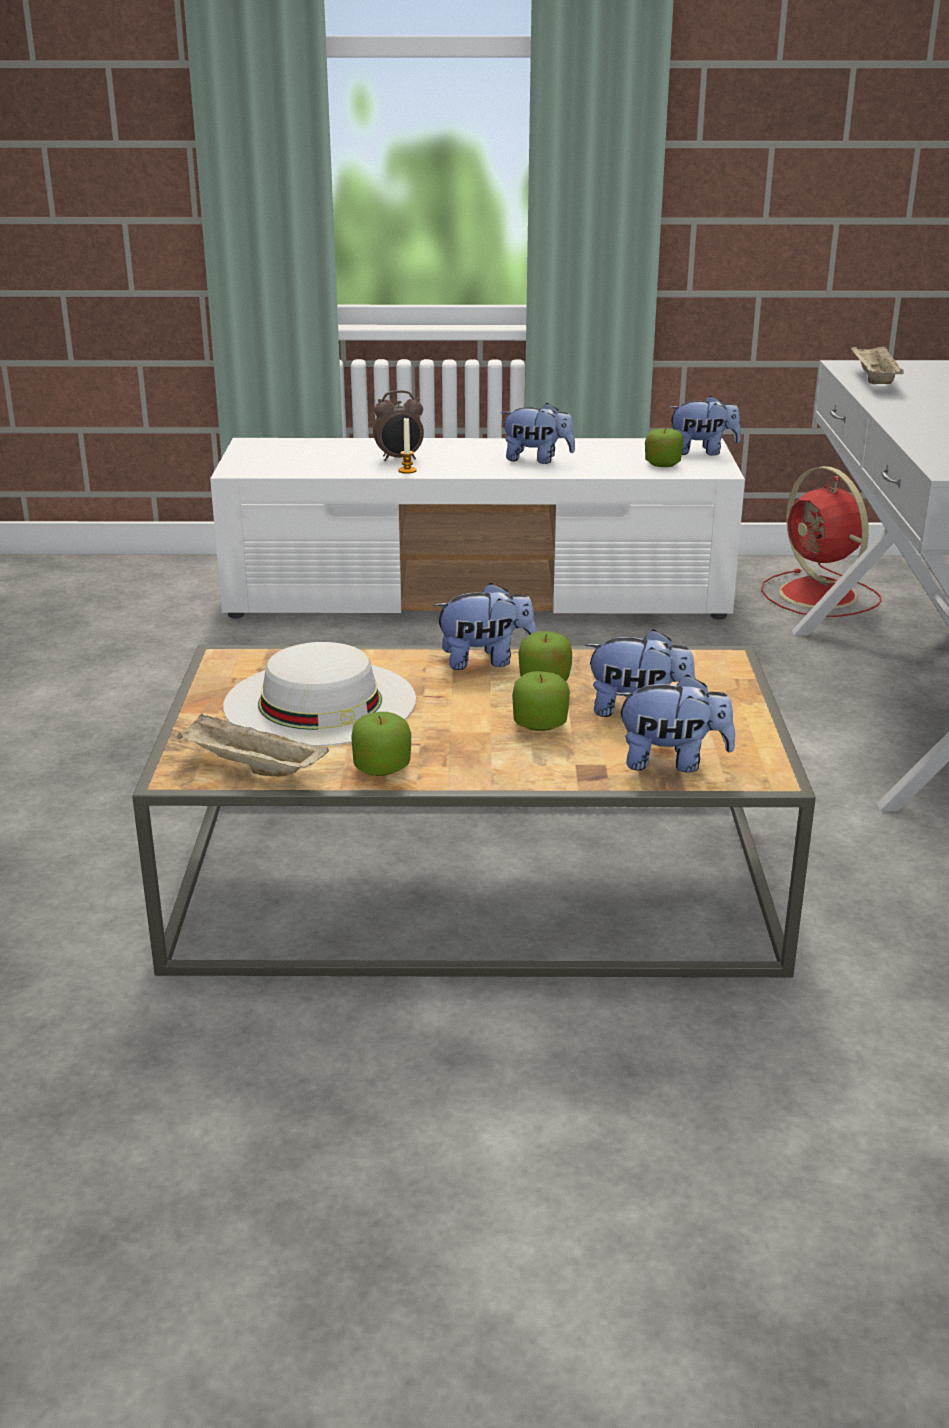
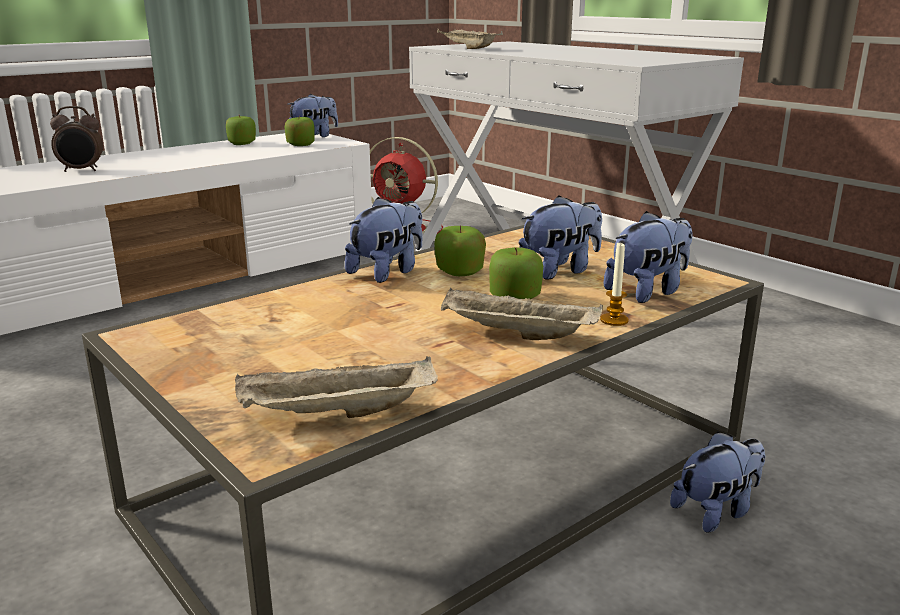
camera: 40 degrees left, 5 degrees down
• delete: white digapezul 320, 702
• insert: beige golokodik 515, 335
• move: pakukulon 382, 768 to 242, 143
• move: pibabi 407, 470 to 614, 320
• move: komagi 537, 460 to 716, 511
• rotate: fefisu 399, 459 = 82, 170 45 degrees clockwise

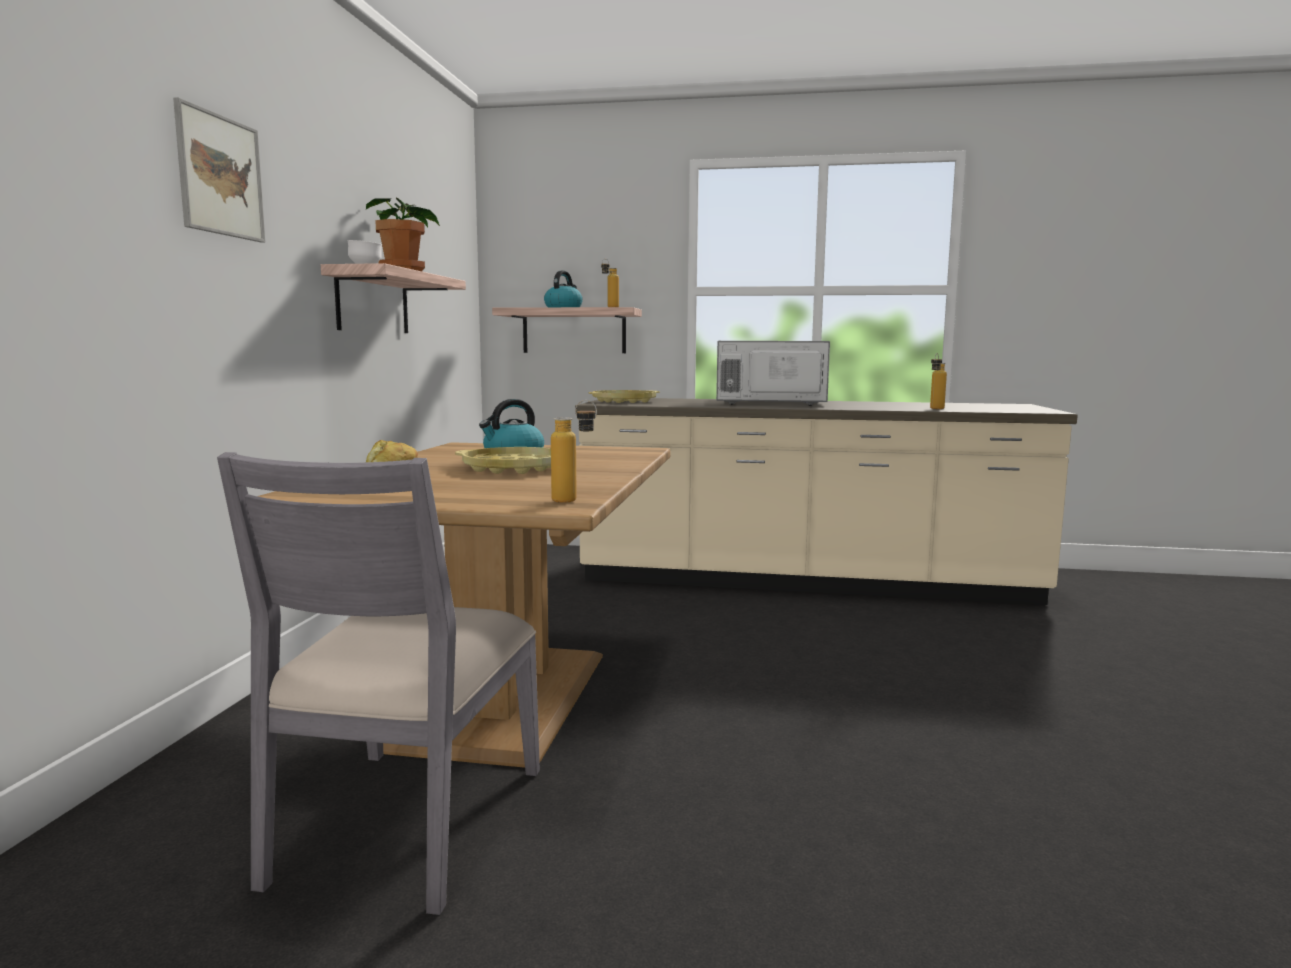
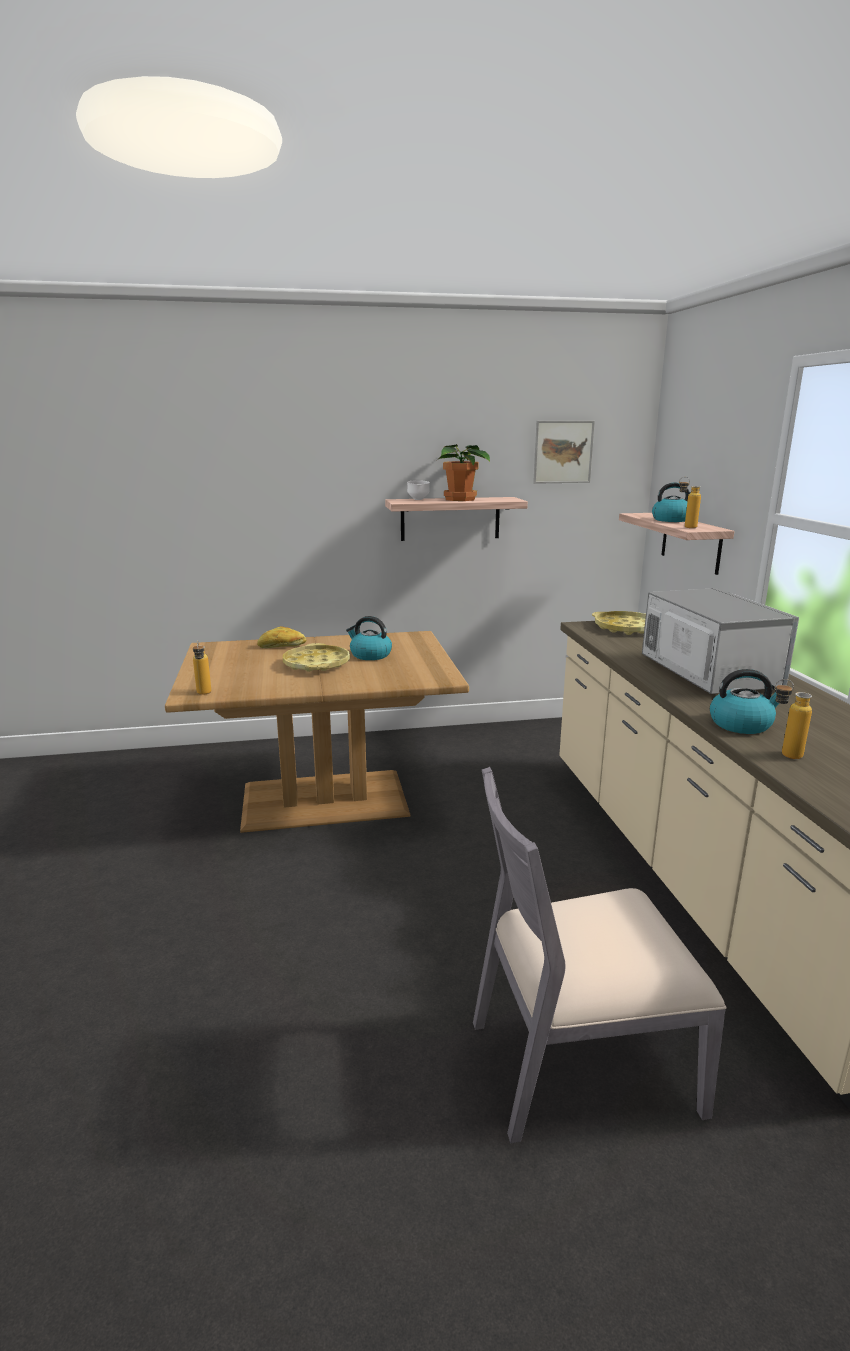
camera: 70 degrees right, 10 degrees up
• insert: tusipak 741, 724
• move: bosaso 220, 175 to 563, 452
• move: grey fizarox 406, 823 to 579, 1063

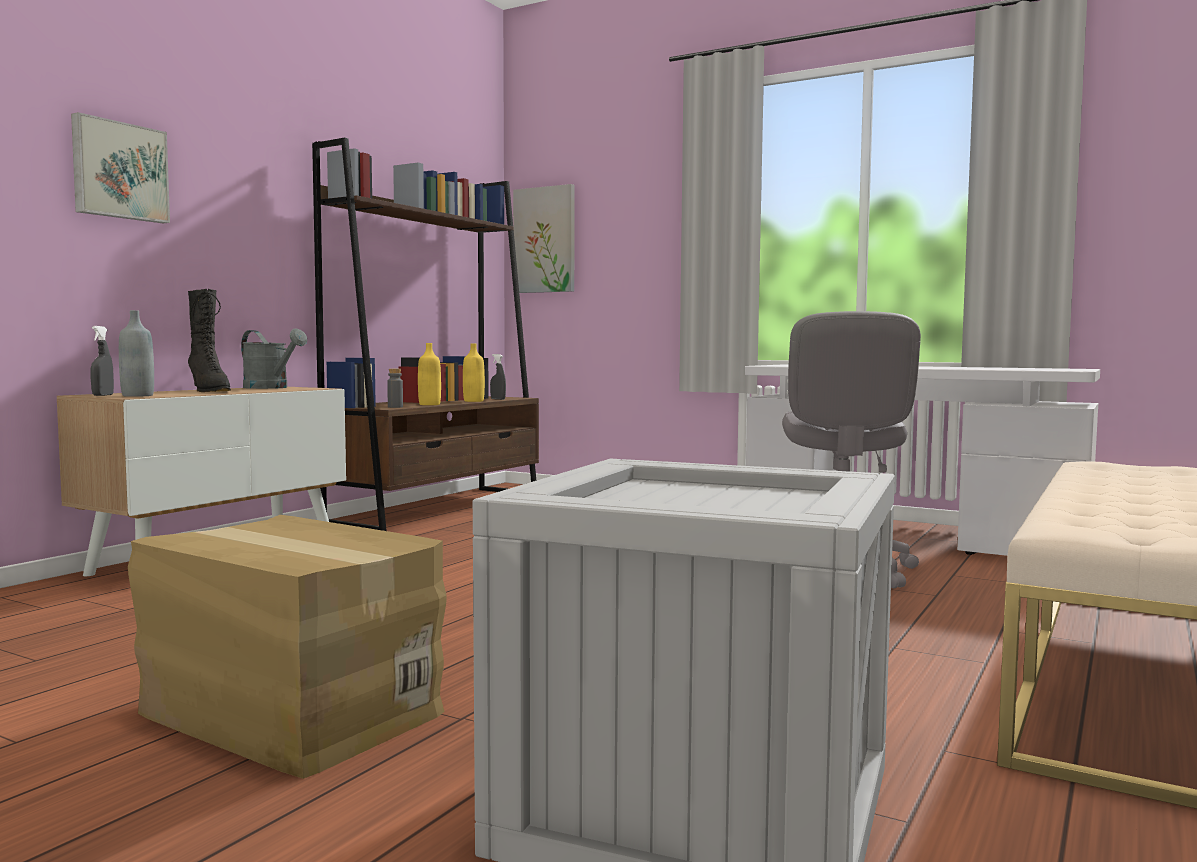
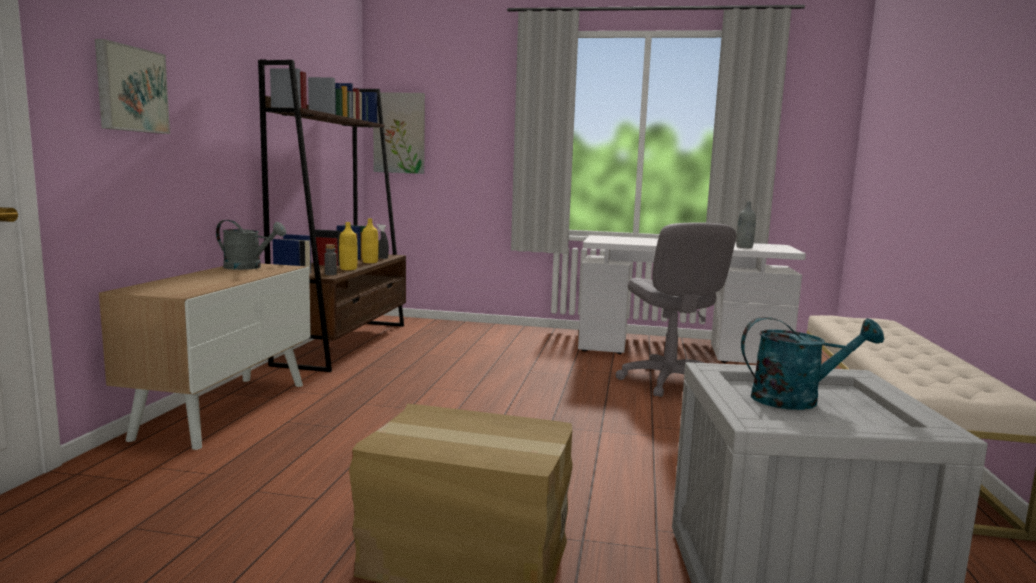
camera: 20 degrees left, 5 degrees up
• delete: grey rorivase 103, 395
• delete: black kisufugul 209, 391
• insert: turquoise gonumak 796, 399
• move: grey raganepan 137, 395 to 744, 247

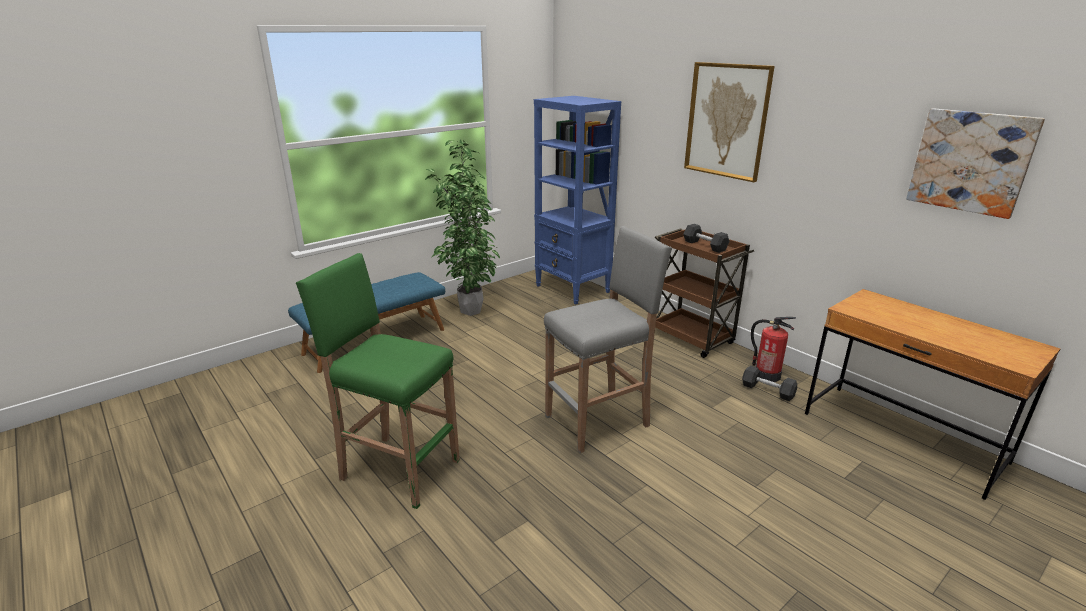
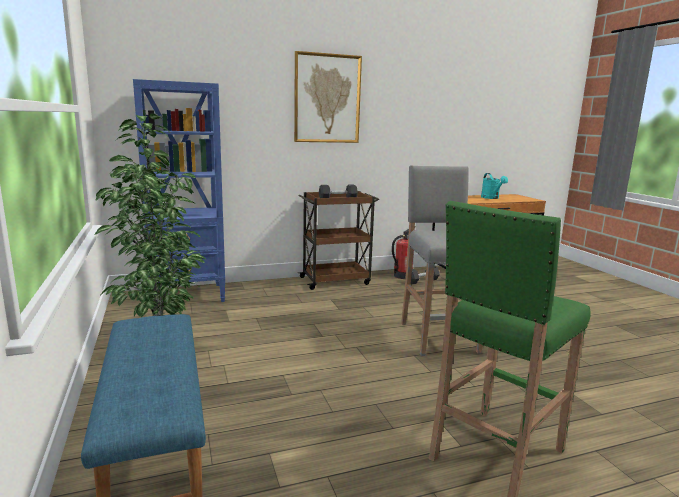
camera: 70 degrees left, 10 degrees down
• delete: bosaso 971, 161
• insert: turquoise gonumak 491, 198

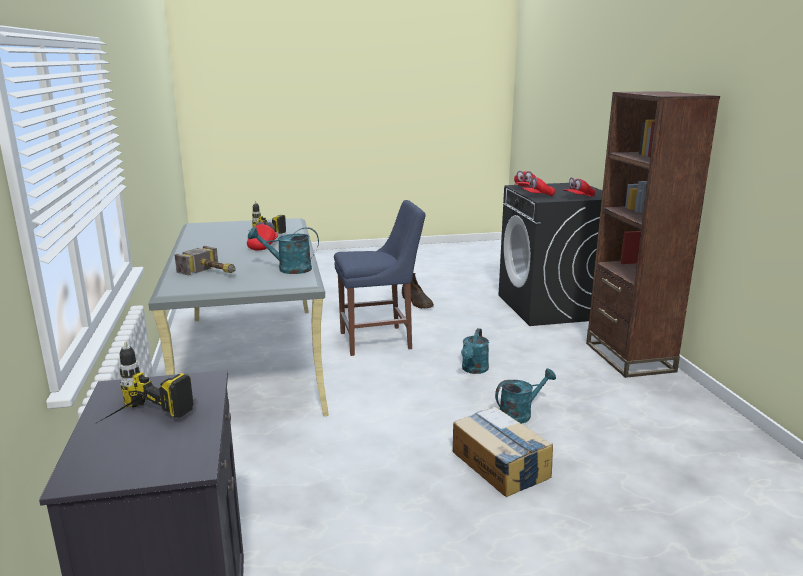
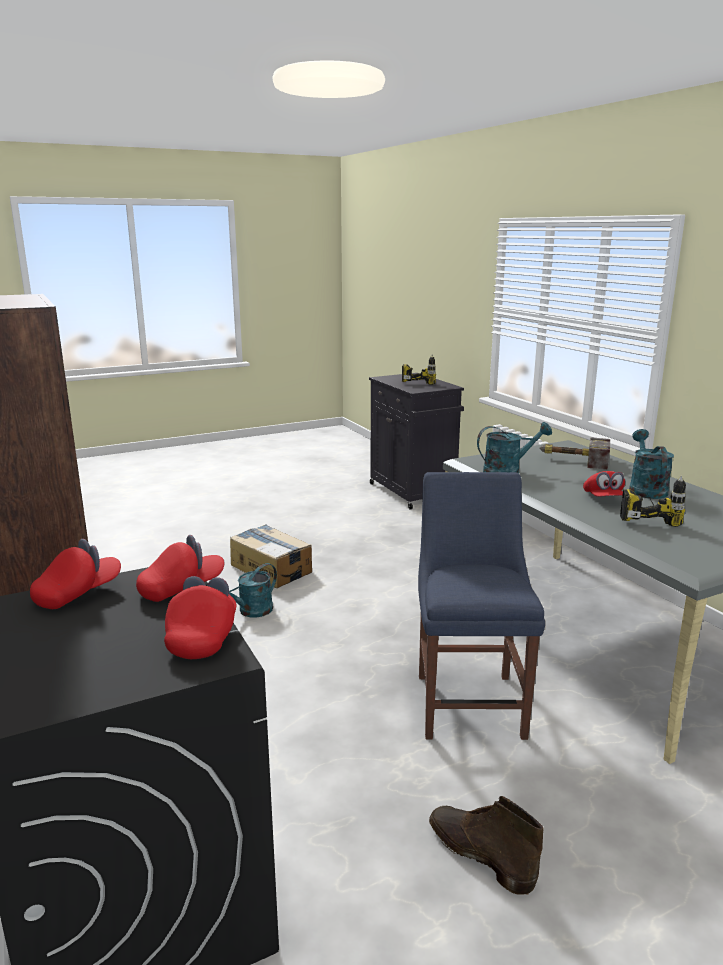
camera: 165 degrees right, 0 degrees up
• move: turquoise gonumak 474, 370 to 645, 489
• rotate: blue fizarox 379, 340 = 469, 701 120 degrees clockwise

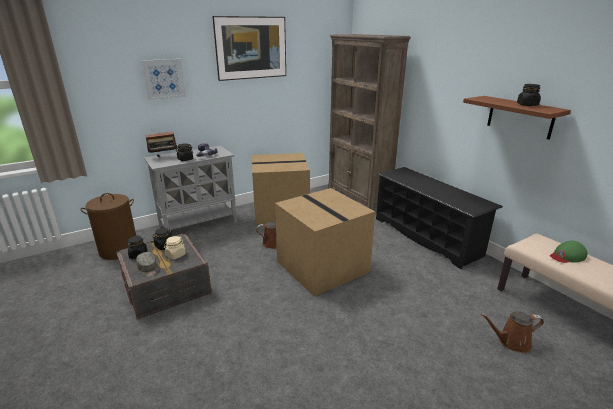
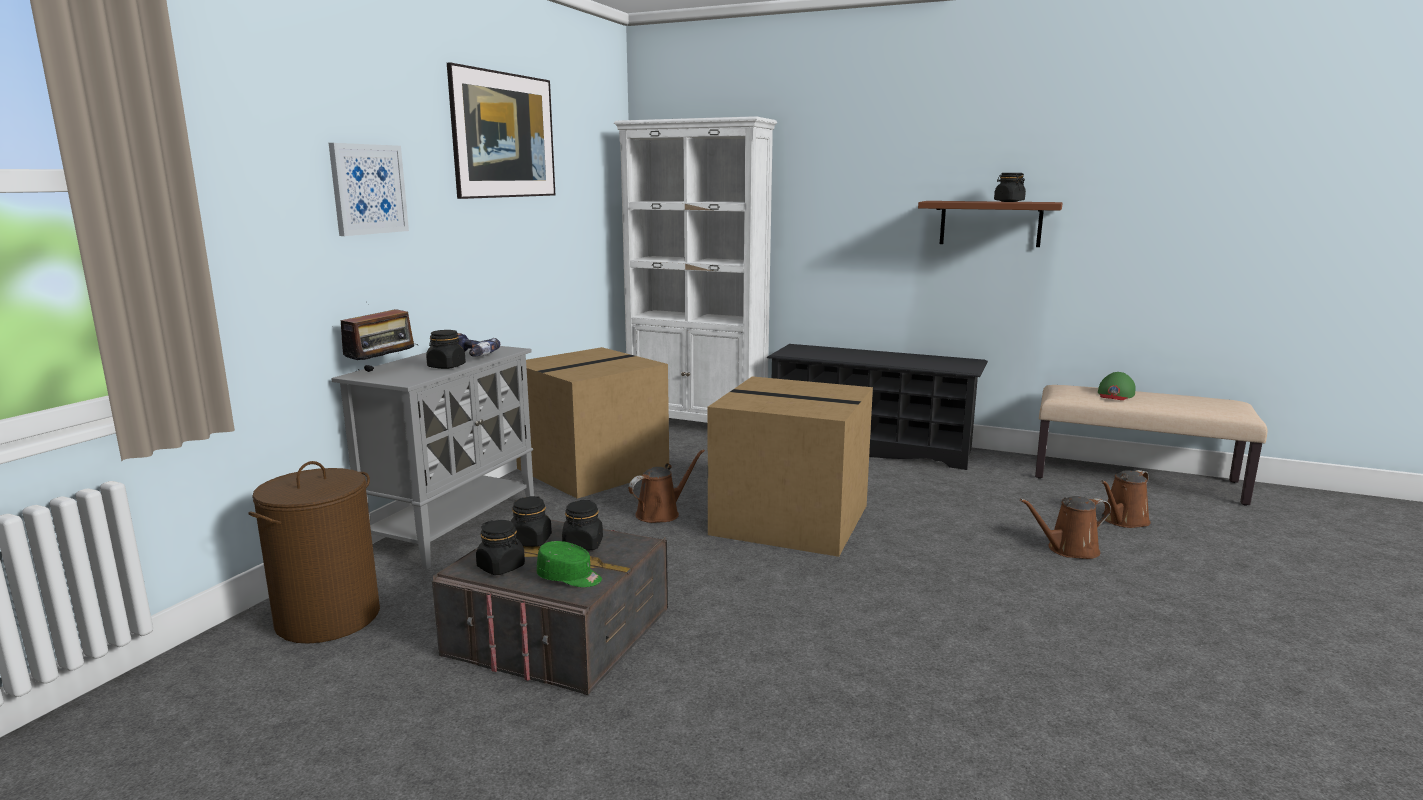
camera: 35 degrees left, 10 degrees down
• insert: brown gonumak 1068, 550
• recolor: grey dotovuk 148, 269 to green dotovuk 569, 577
• recolor: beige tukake 175, 255 to black tukake 583, 545
• recolor: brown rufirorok 358, 197 to white rufirorok 698, 424

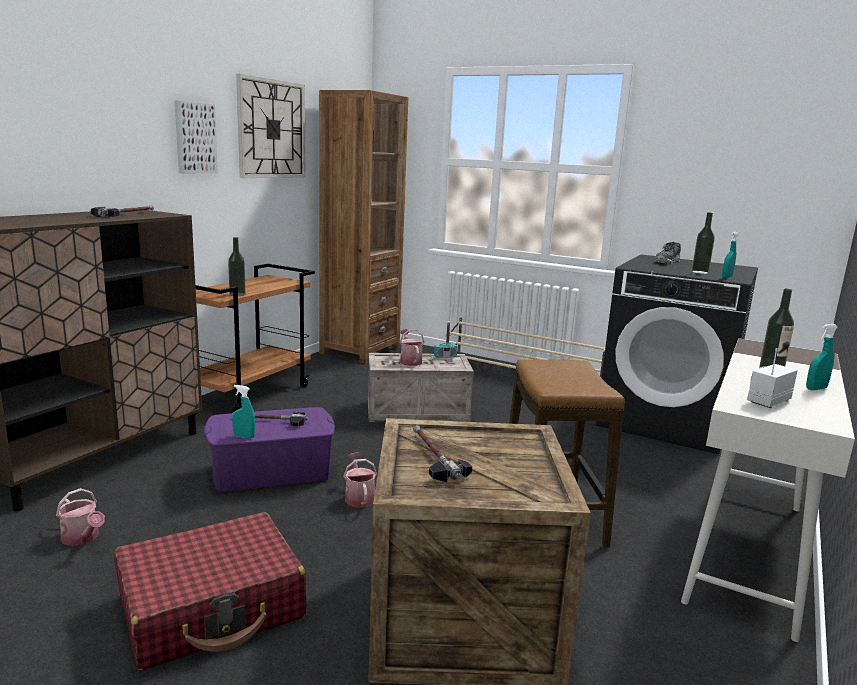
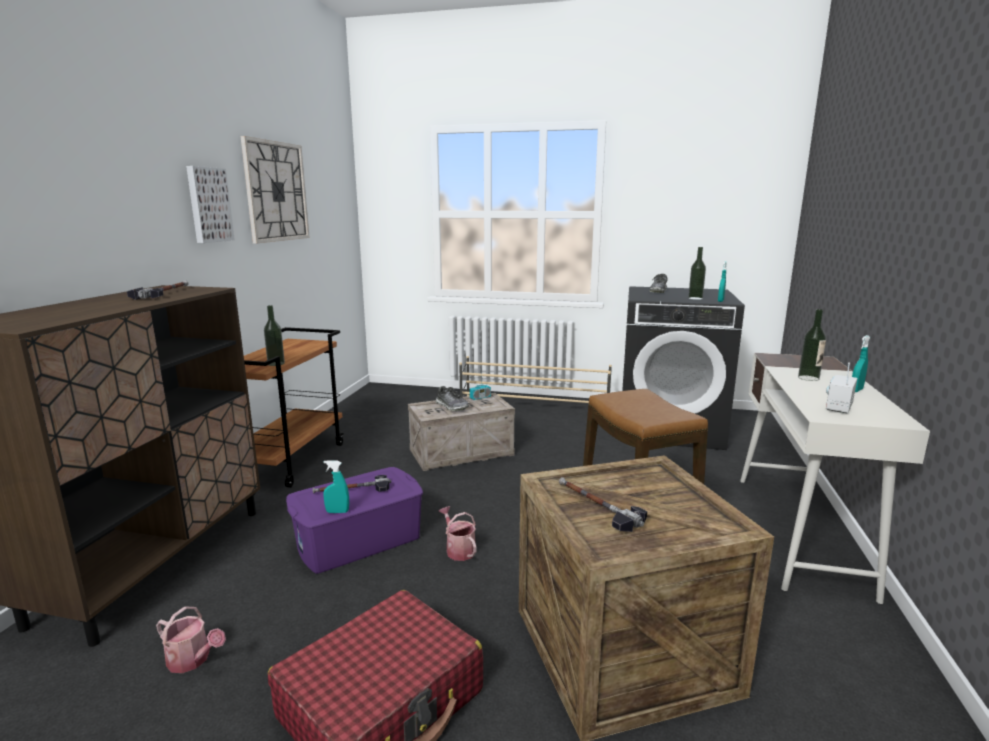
camera: 15 degrees left, 0 degrees up
• delete: brown rufirorok 360, 350
• replace: gonumak 410, 361 to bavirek 451, 406

